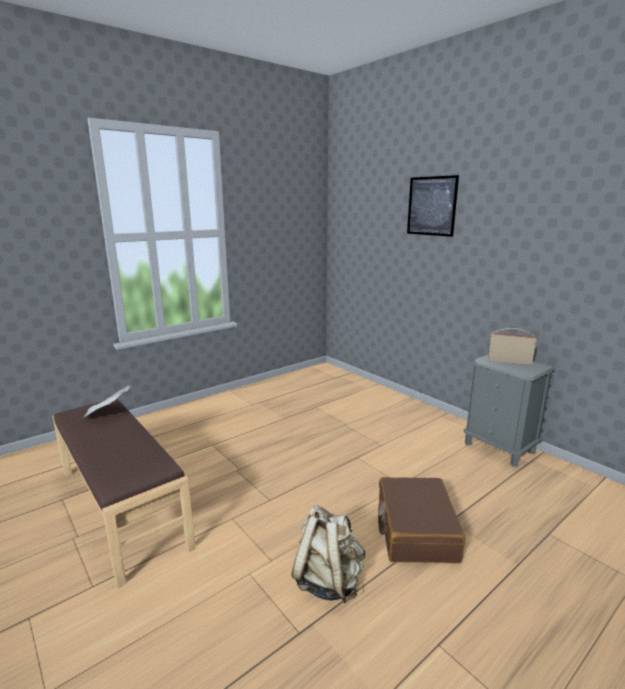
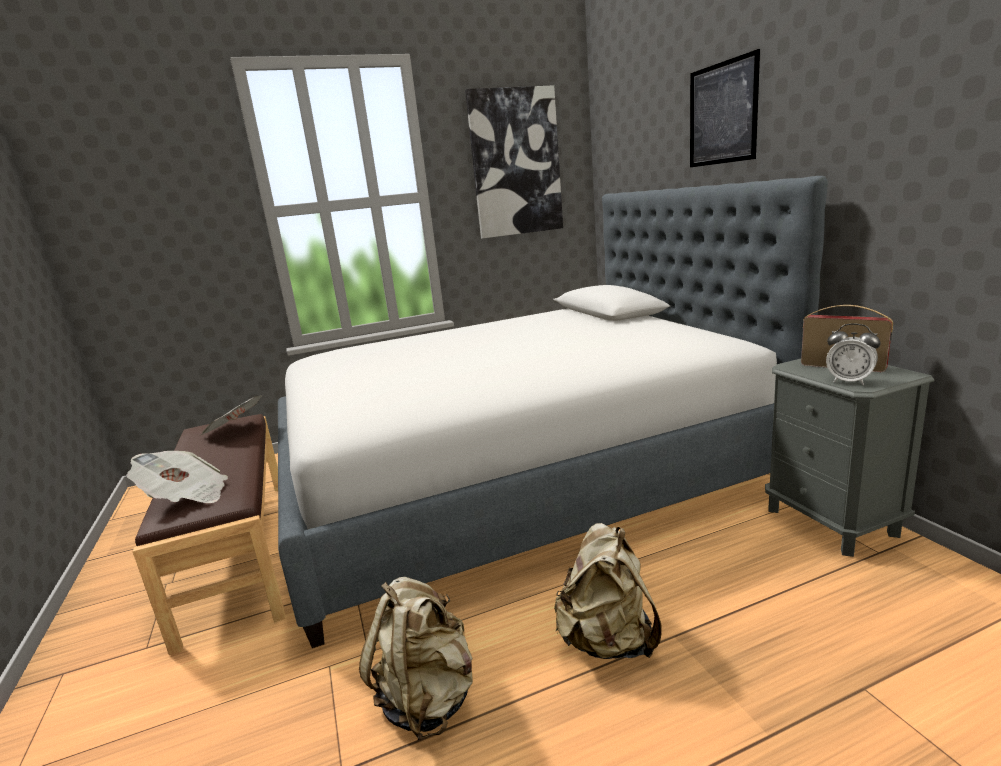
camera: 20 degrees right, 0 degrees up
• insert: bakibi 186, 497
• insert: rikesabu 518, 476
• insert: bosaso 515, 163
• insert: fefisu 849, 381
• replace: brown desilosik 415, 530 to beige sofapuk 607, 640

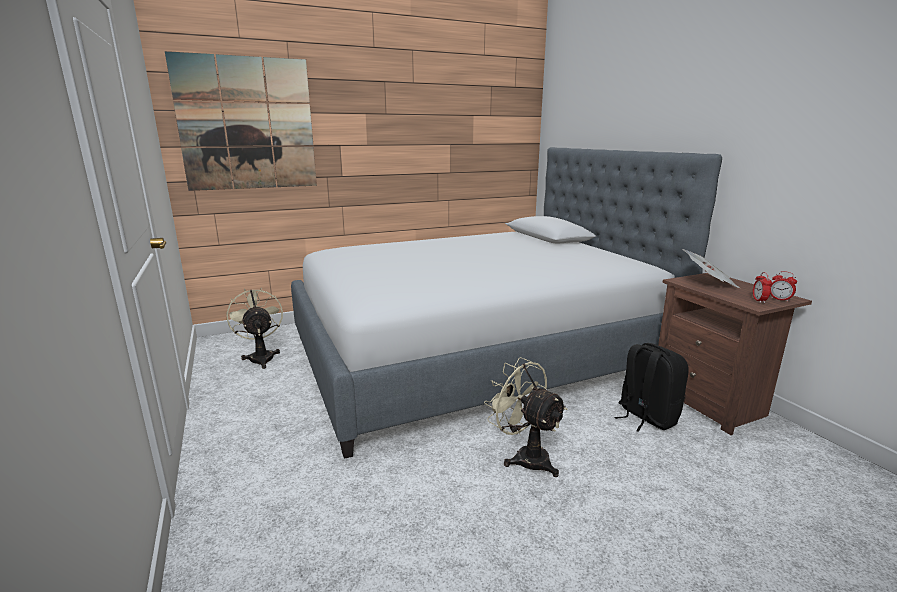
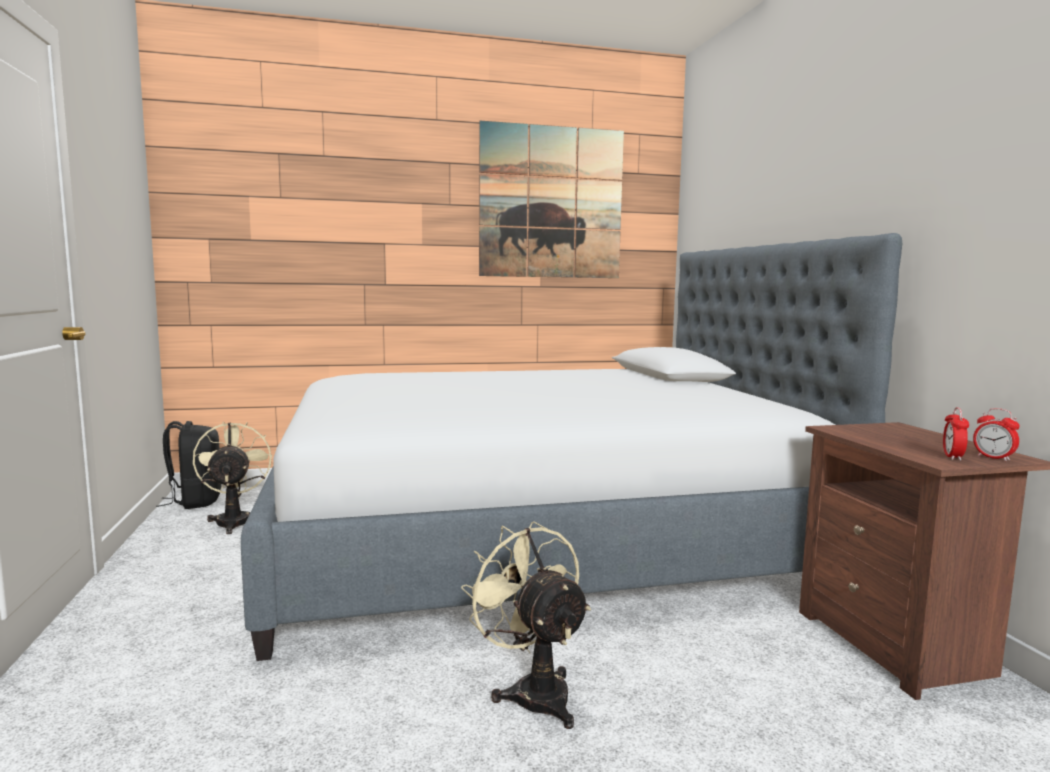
camera: 10 degrees right, 10 degrees down
• delete: bakibi 708, 283
• move: bosaso 247, 124 to 551, 203
• move: black sofapuk 646, 417 to 195, 501

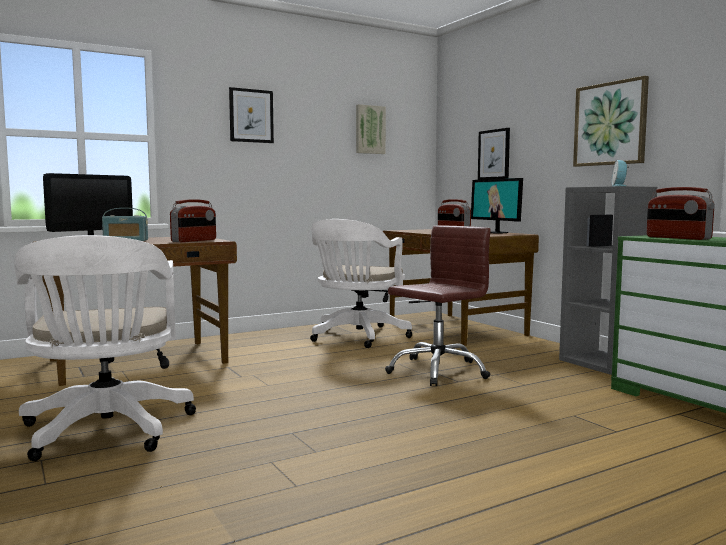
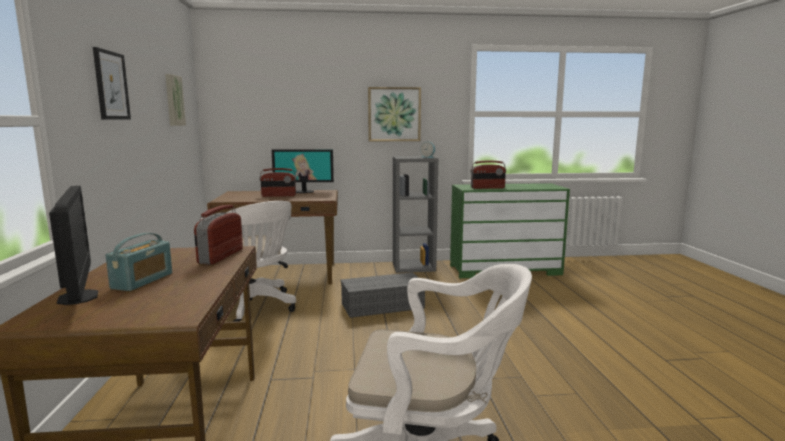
camera: 65 degrees left, 5 degrees up
• delete: bosaso 494, 154
• replace: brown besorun 437, 371 to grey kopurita 383, 305
• rotate: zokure 194, 241 = 220, 256 135 degrees counterclockwise

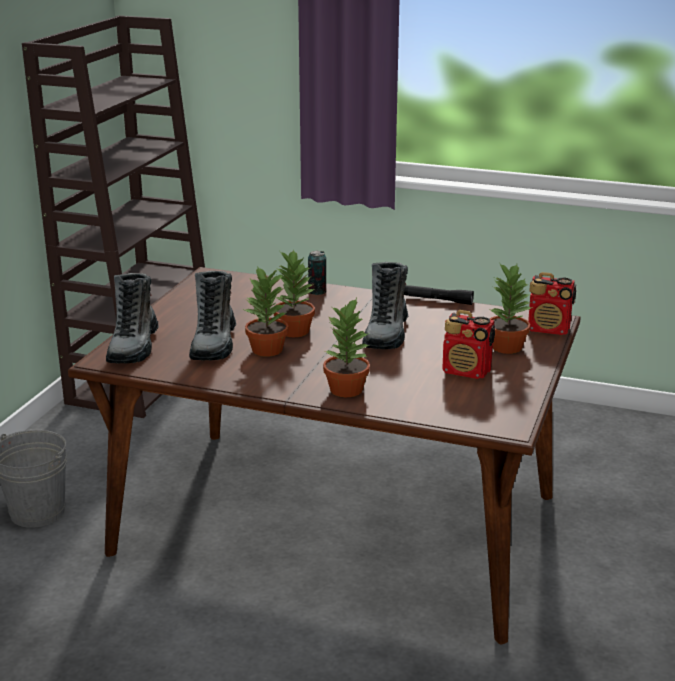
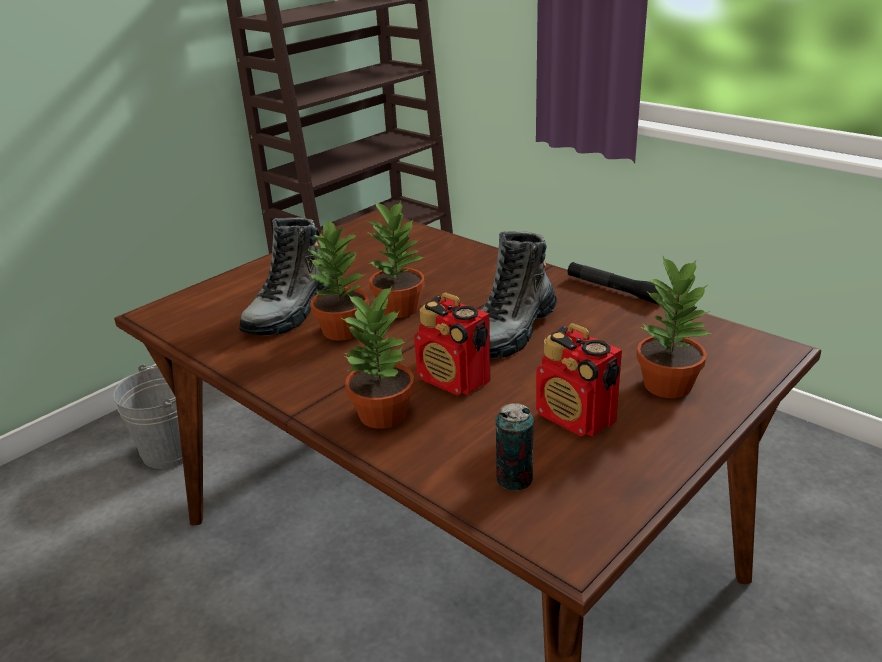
camera: 25 degrees right, 5 degrees up
• delete: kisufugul 134, 347
• move: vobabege 317, 291 to 514, 479
• move: zokure 549, 329 to 454, 380

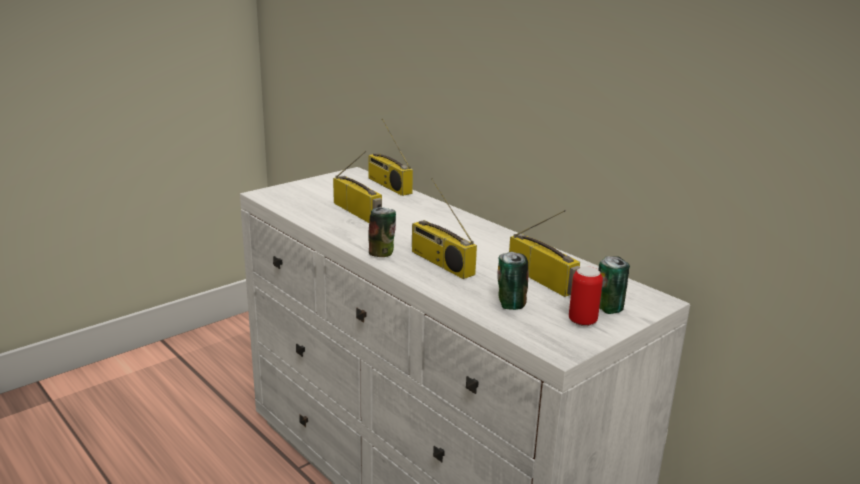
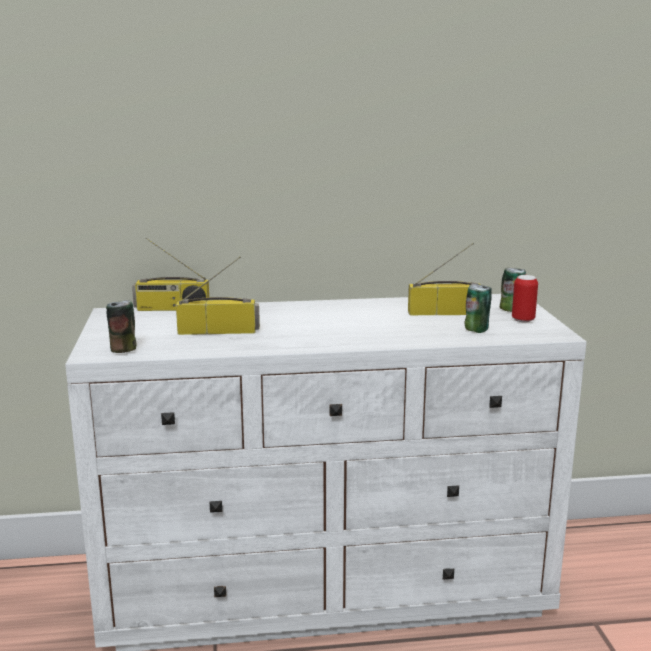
camera: 55 degrees left, 5 degrees down
• delete: zokure 440, 262
• move: vobabege 382, 254 to 124, 350

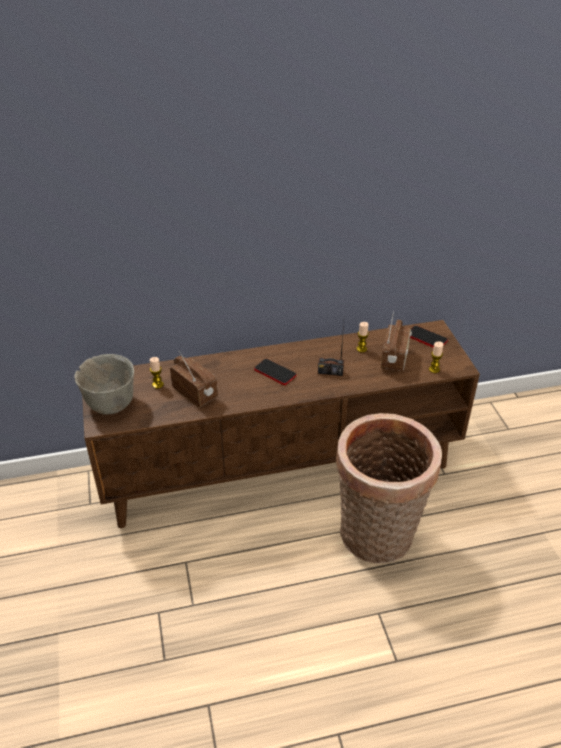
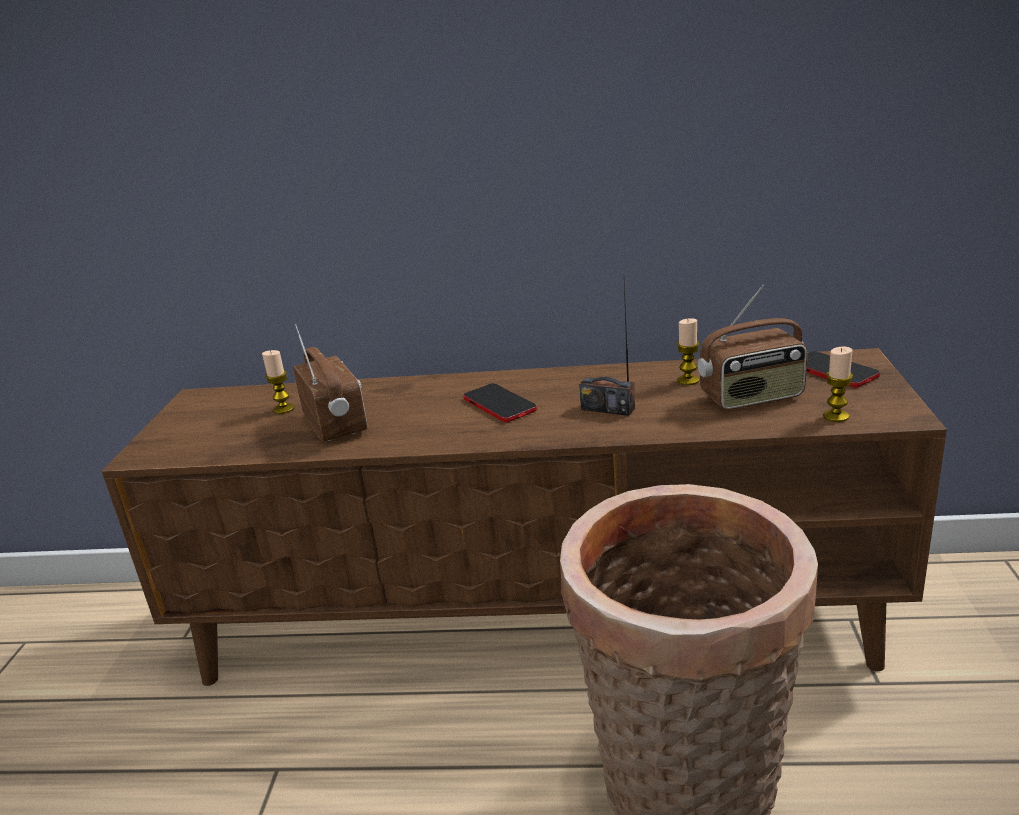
camera: 20 degrees right, 15 degrees down
• delete: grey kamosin 110, 404
• rotate: zokure 395, 359 = 752, 398 45 degrees clockwise

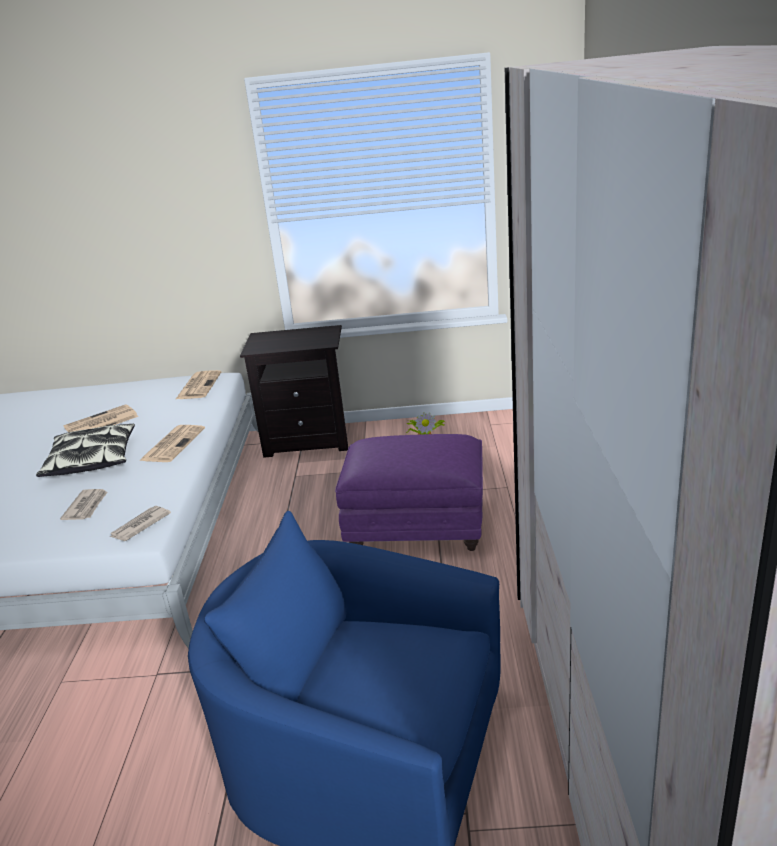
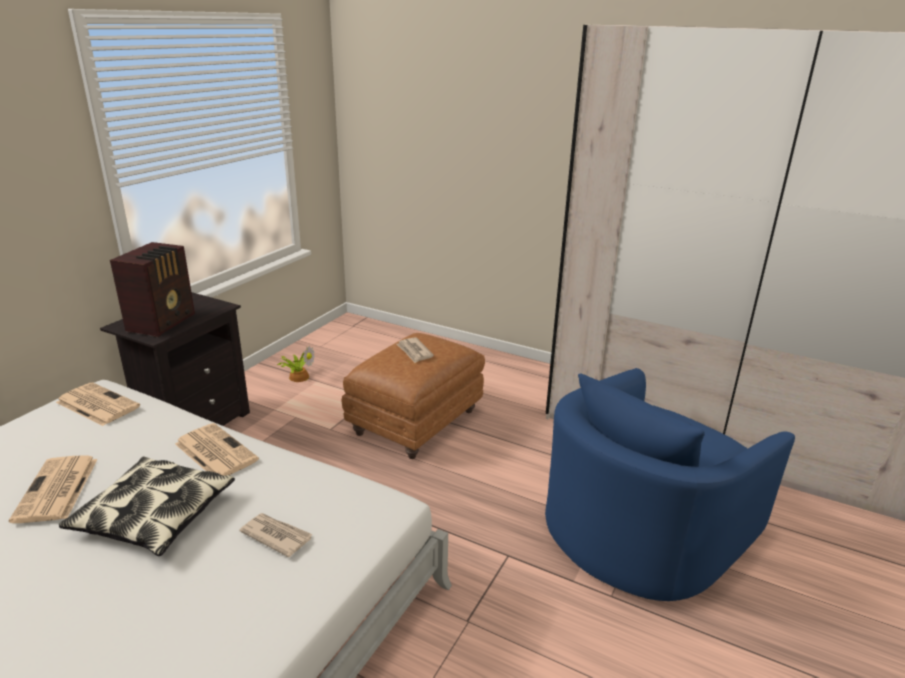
camera: 65 degrees left, 0 degrees up
• insert: zokure 163, 322
• move: bakibi 139, 526 to 414, 352
• recolor: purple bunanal 418, 528 to brown bunanal 416, 422

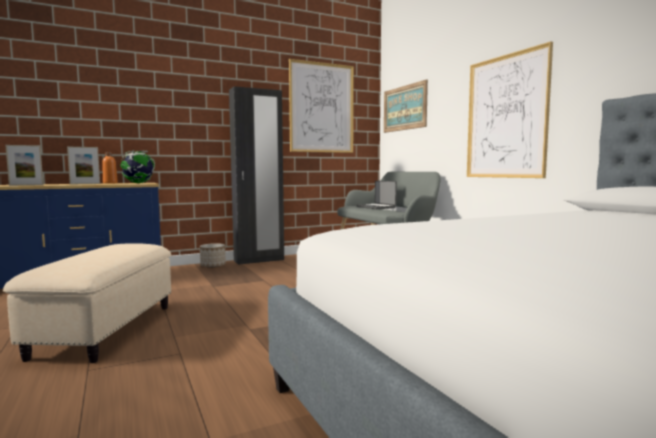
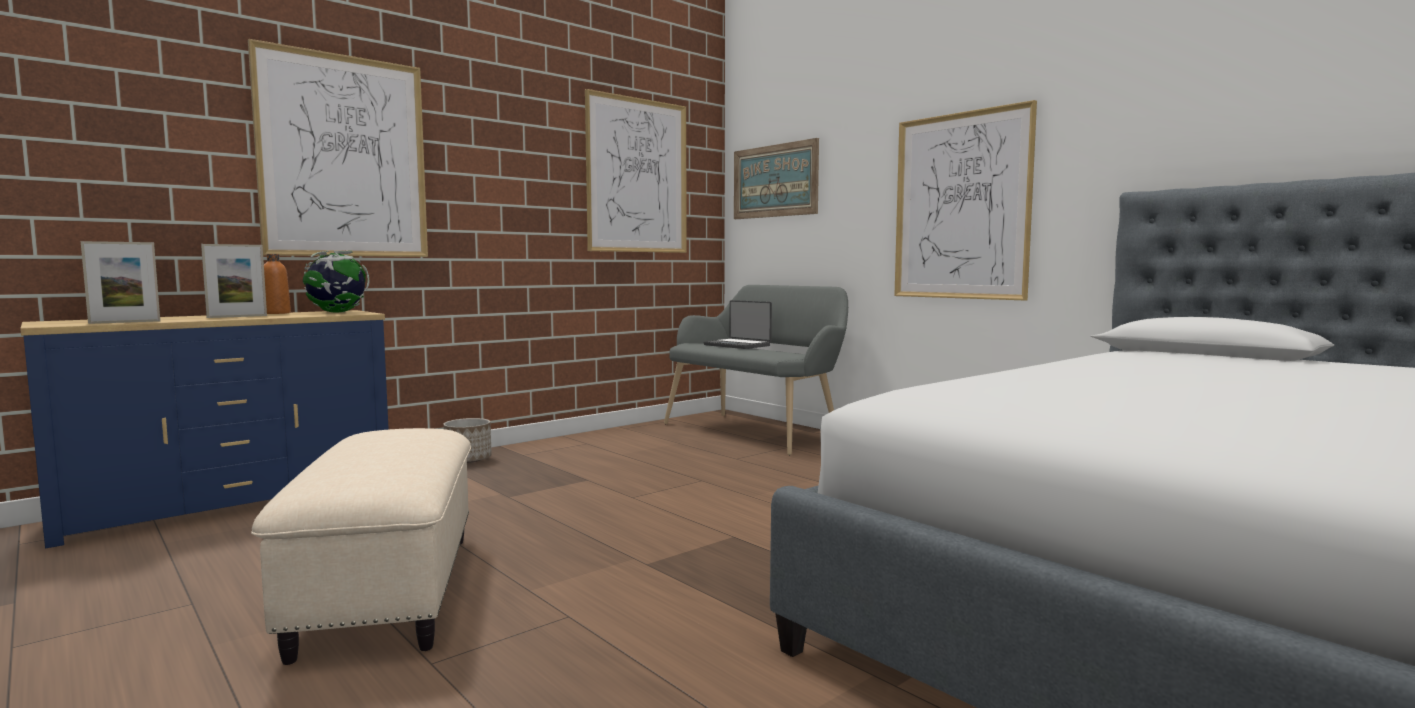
camera: 15 degrees left, 0 degrees up
• delete: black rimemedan 259, 260
• insert: bosaso 344, 157

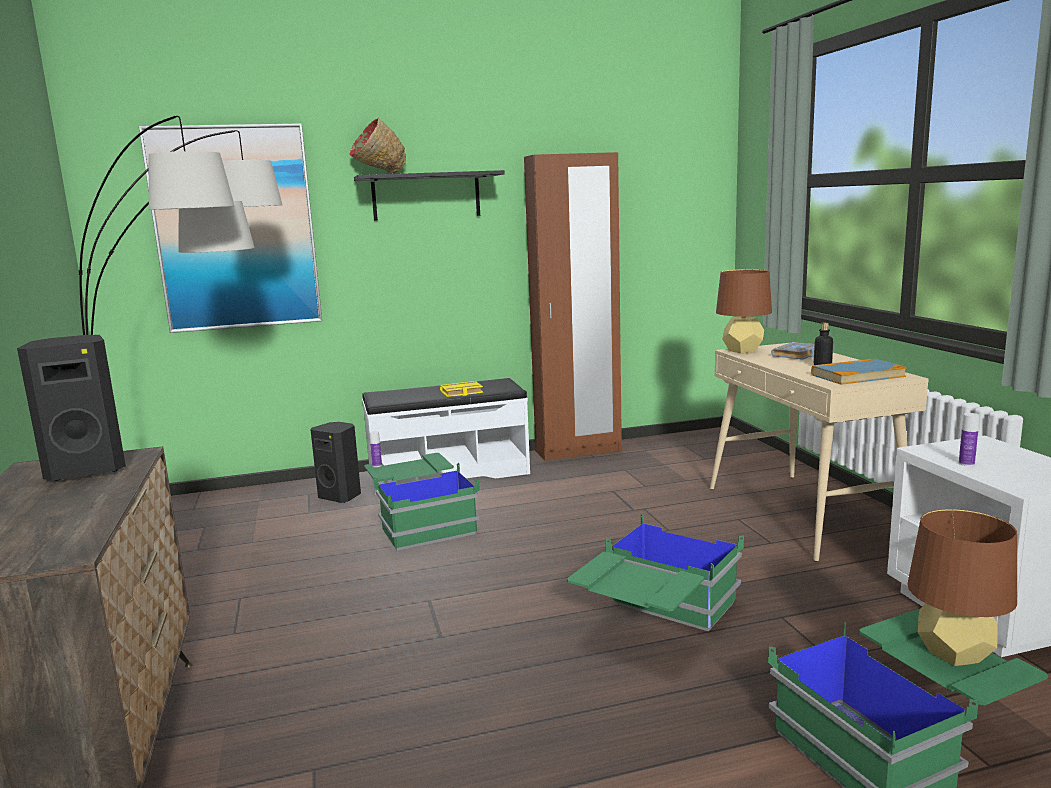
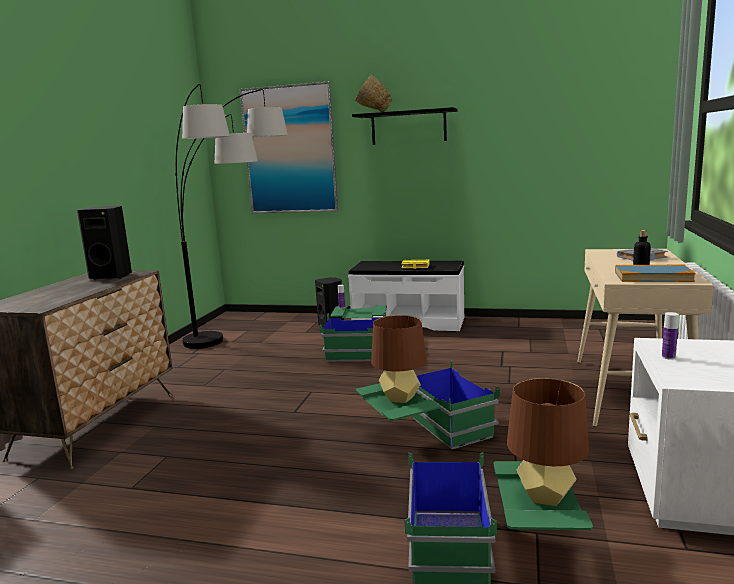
camera: 30 degrees right, 0 degrees up
• delete: brown rimemedan 578, 451
• move: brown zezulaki 742, 350 to 400, 398

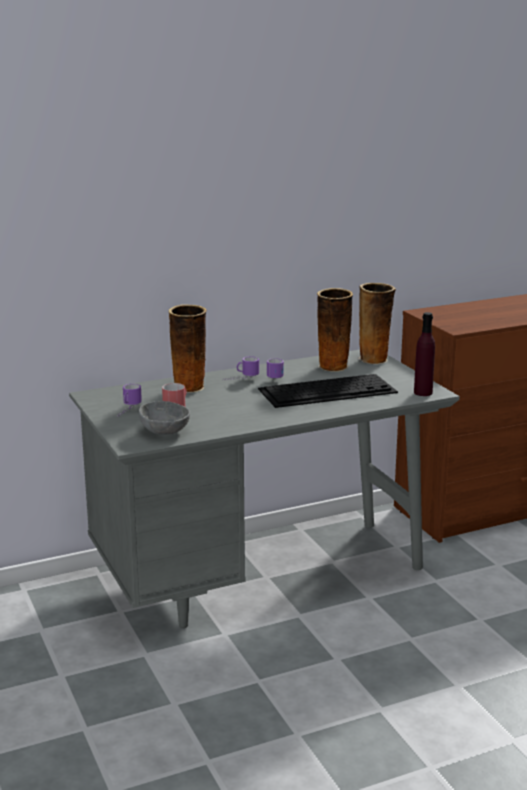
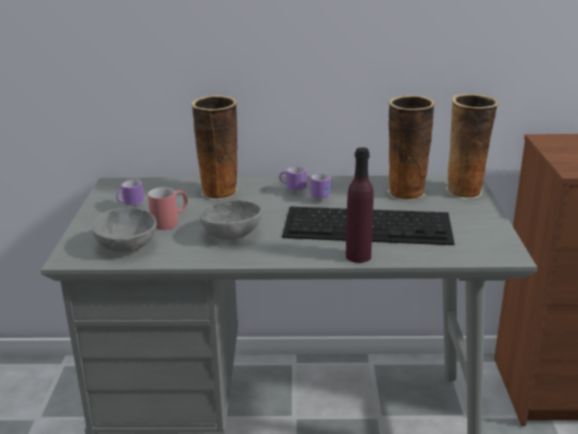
camera: 25 degrees right, 5 degrees up
• insert: grey kamosin 230, 234
• move: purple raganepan 423, 392 to 358, 256

